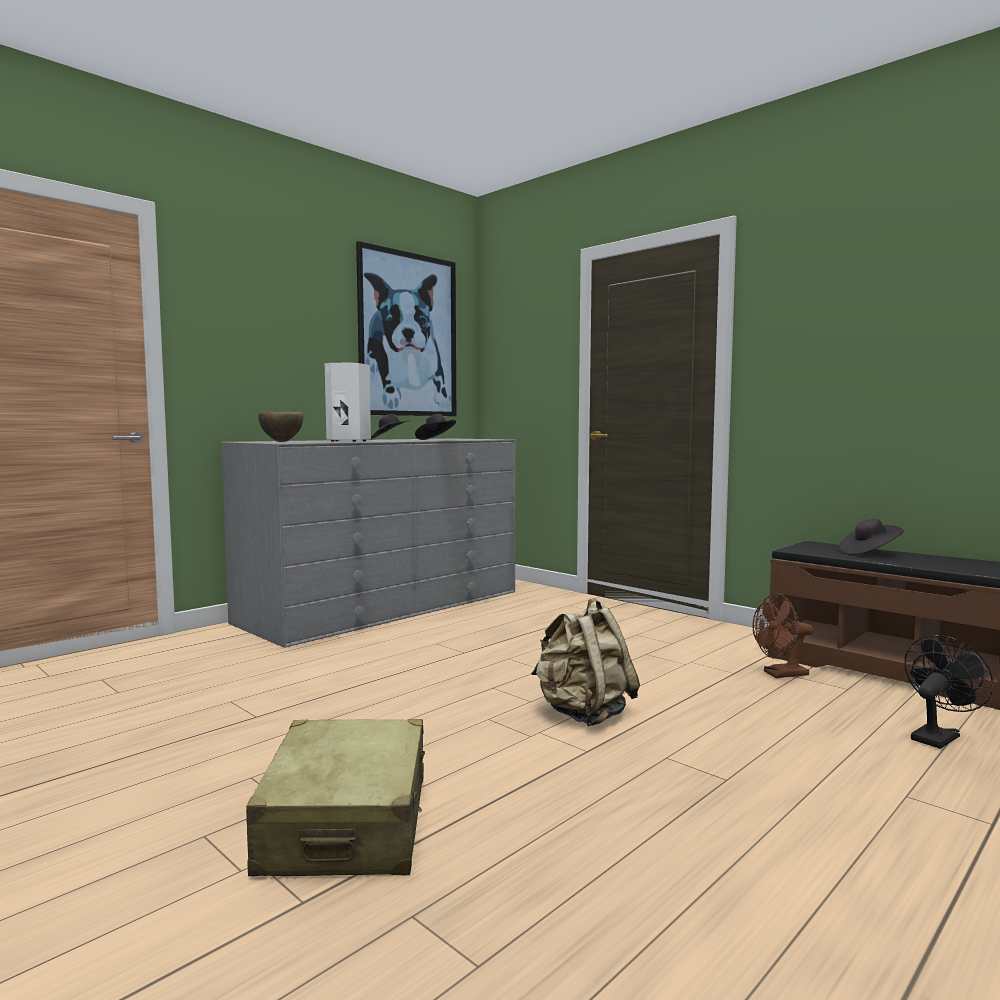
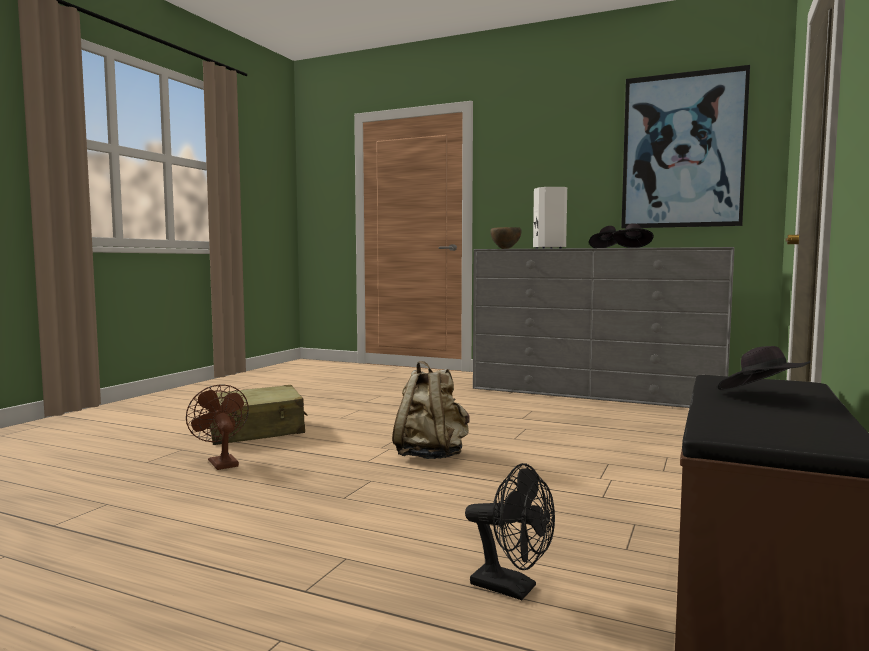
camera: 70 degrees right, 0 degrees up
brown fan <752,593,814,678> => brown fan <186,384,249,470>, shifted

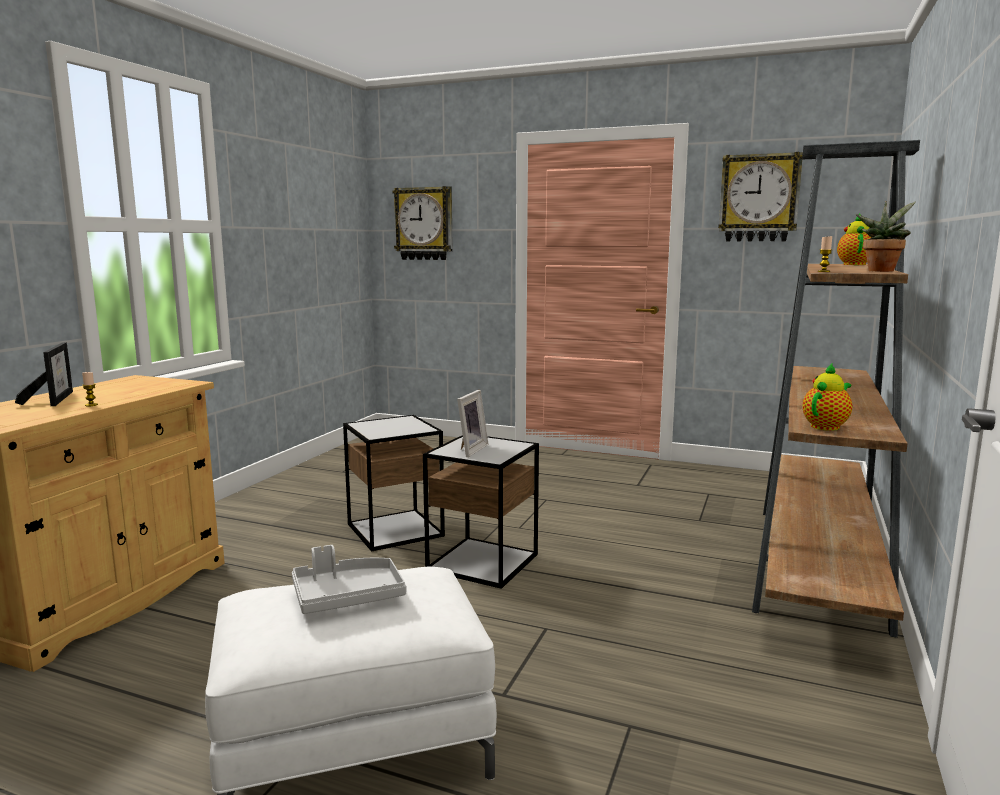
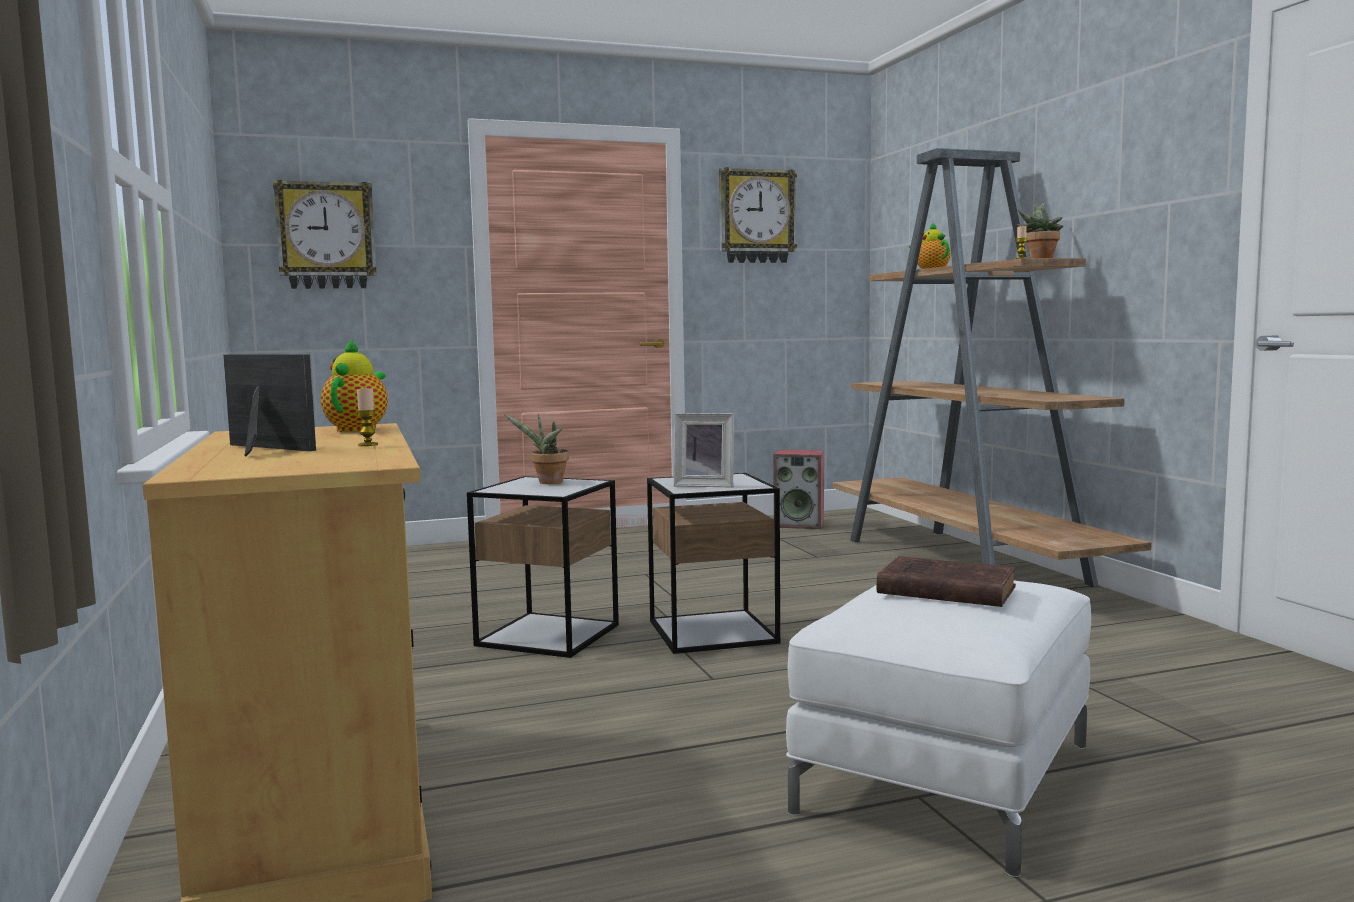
camera: 40 degrees left, 5 degrees down
teapot <803,363,852,431> => teapot <321,338,388,432>, shifted
nothing => potted plant <505,414,569,484>
picture frame <457,390,489,457> => picture frame <674,413,734,487>, 120 degrees clockwise
nothing => speaker <773,450,824,529>
grey tray <292,545,406,614> => brown book <877,556,1016,607>

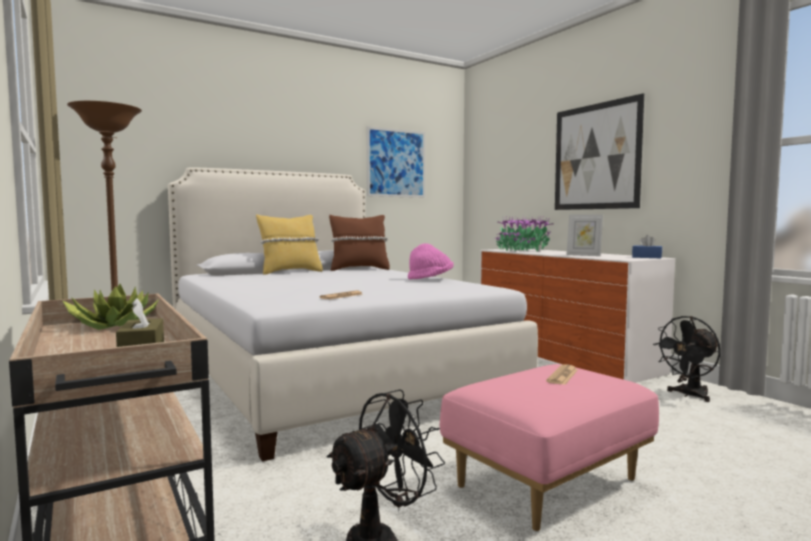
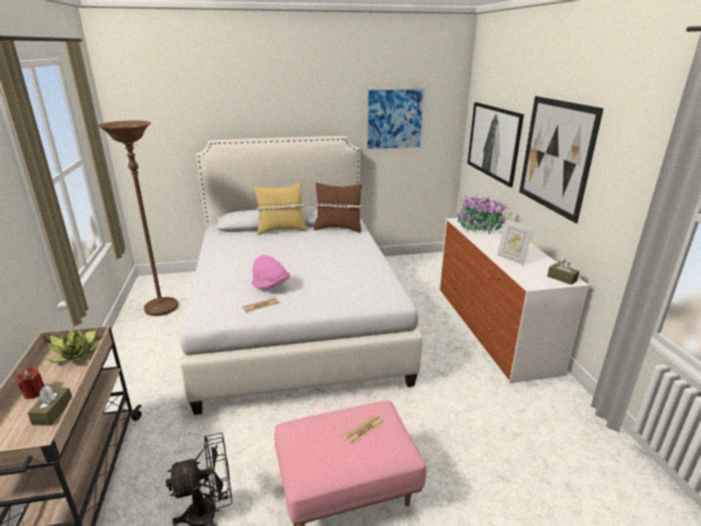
camera: 20 degrees right, 20 degrees up
nothing => red candle <16,366,45,399>
pink hat <408,243,454,280> => pink hat <252,255,290,289>, shifted
nothing => picture <467,102,524,187>
blue tissue box <632,235,662,258> => brown tissue box <547,259,580,285>
black fan <653,316,720,402> => nothing

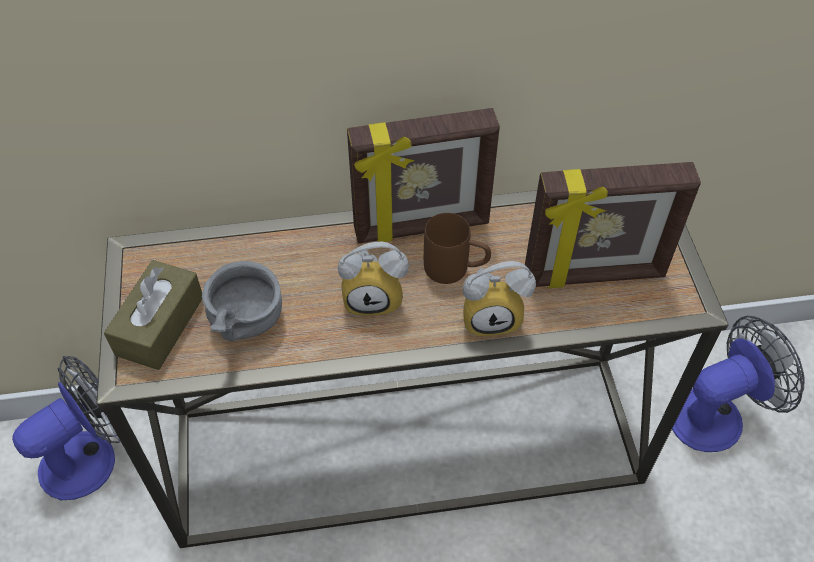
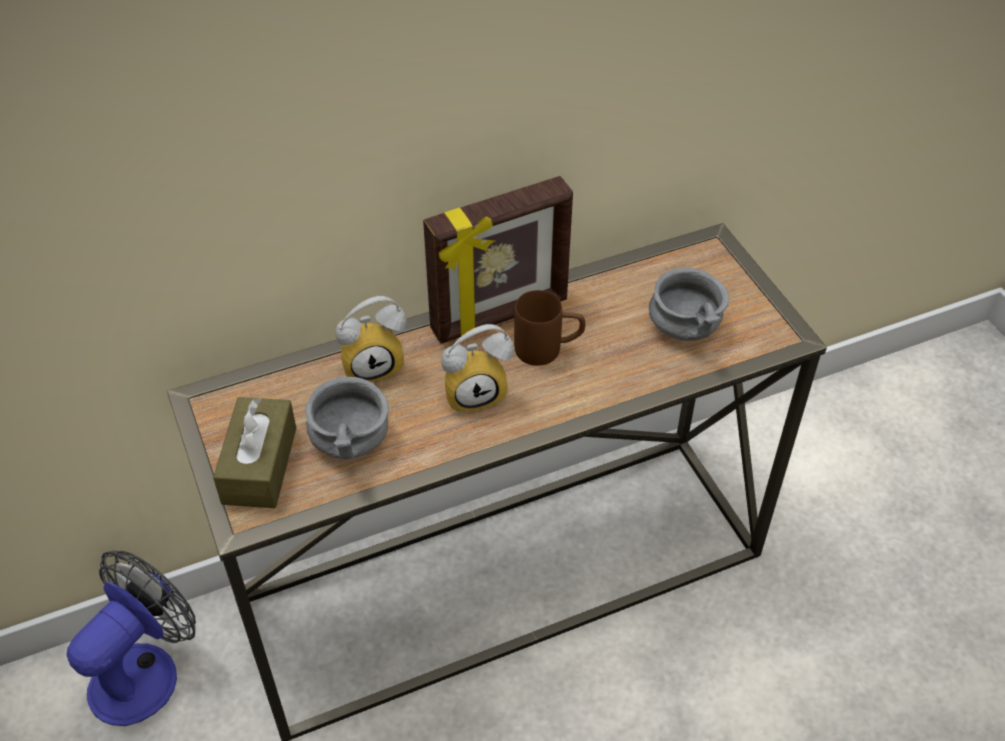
camera: 15 degrees left, 5 degrees down
alarm clock <463,261,536,336> => alarm clock <336,296,407,382>, shifted
picture frame <525,162,701,288> => grey bowl <649,267,729,341>
fan <672,316,805,452> => nothing

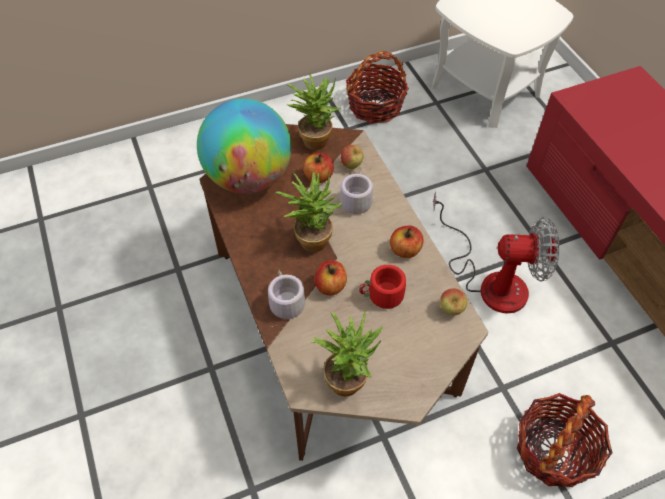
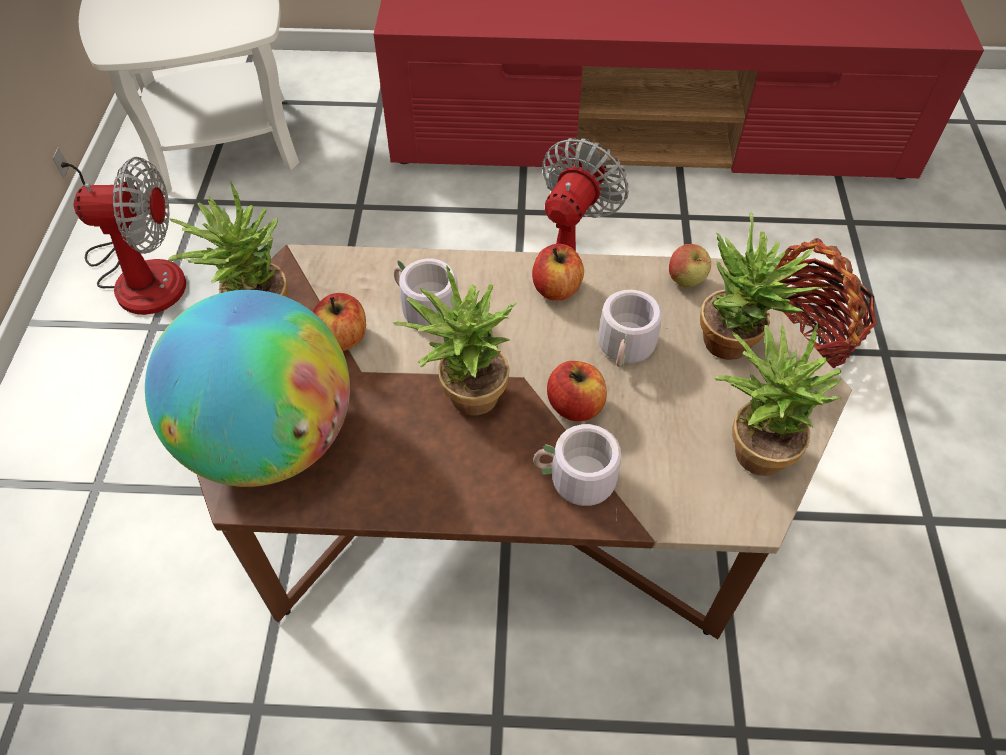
camera: 65 degrees left, 0 degrees up
basket <346,51,409,124> => fan <52,147,186,315>
red mug <359,265,409,310> => grey mug <598,290,669,368>
nothing => potted plant <700,212,828,360>
apple <341,145,364,169> => nothing

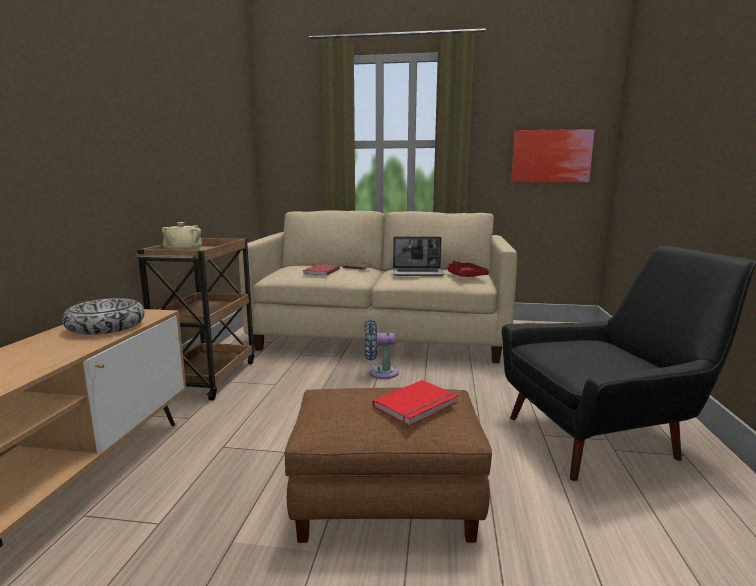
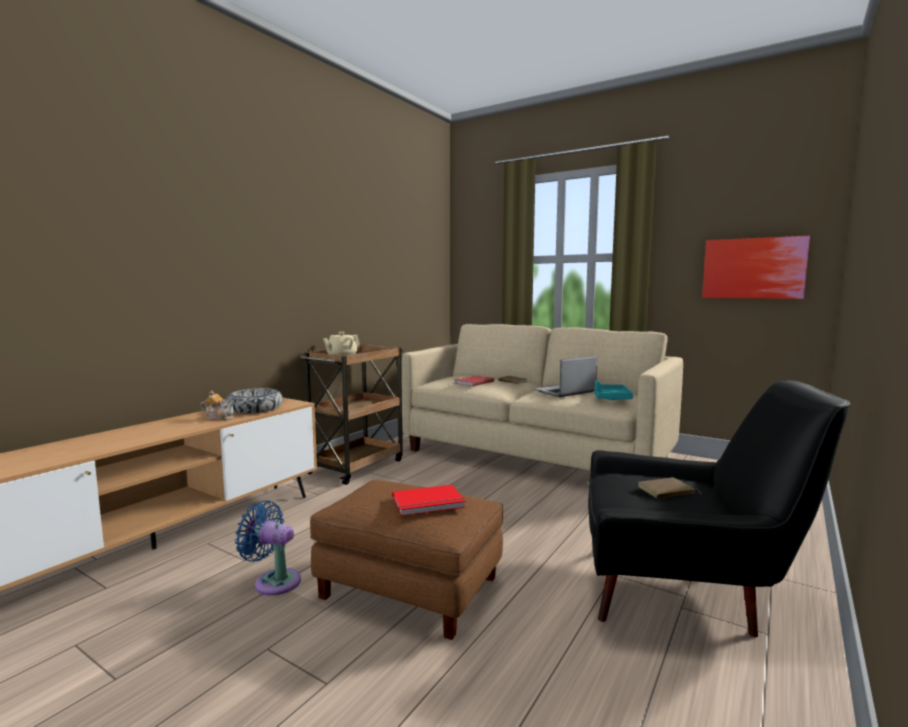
camera: 25 degrees right, 5 degrees down
nothing => teapot <201,390,234,420>
blue fan <364,320,399,379> => blue fan <235,500,301,596>, shifted
laptop <393,236,444,276> => laptop <535,356,597,397>, 120 degrees clockwise
red tray <448,260,489,277> => turquoise tray <594,381,633,400>
nothing => brown book <638,477,702,499>

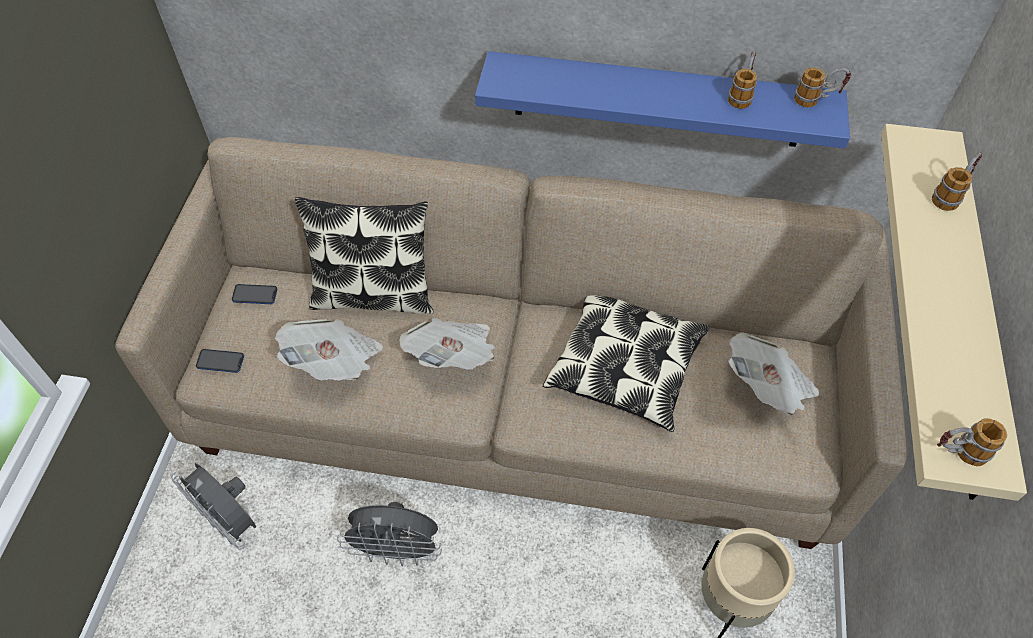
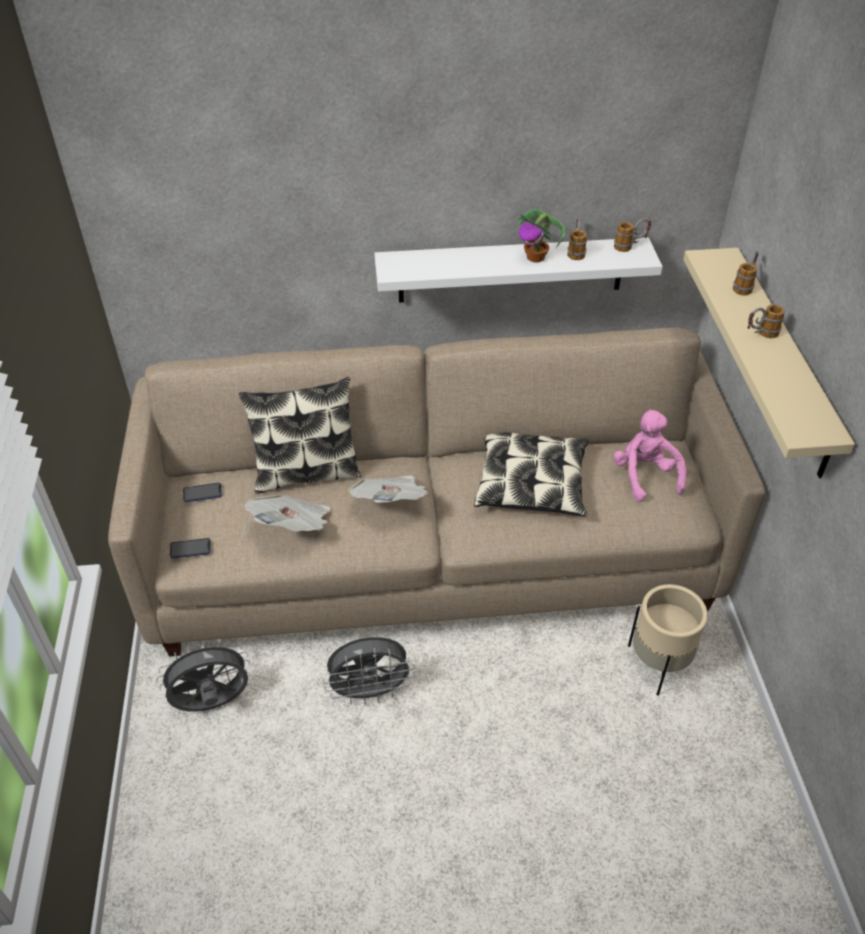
camera: 15 degrees left, 10 degrees down
grey fan <171,463,256,550> => grey fan <157,640,250,712>, 135 degrees clockwise
blue shelf <475,51,850,148> => white shelf <375,237,663,303>
nothing => potted plant <515,209,565,262>
newspaper <728,332,819,415> => pink plush toy <613,409,686,502>
mug <937,418,1007,466> => mug <747,304,785,338>, shifted

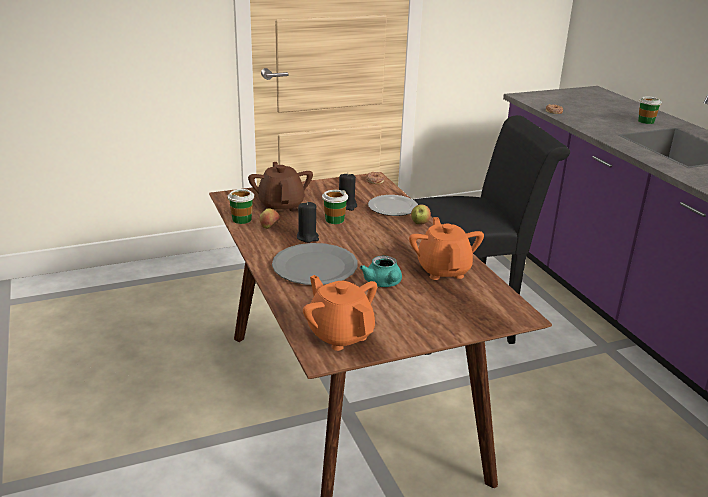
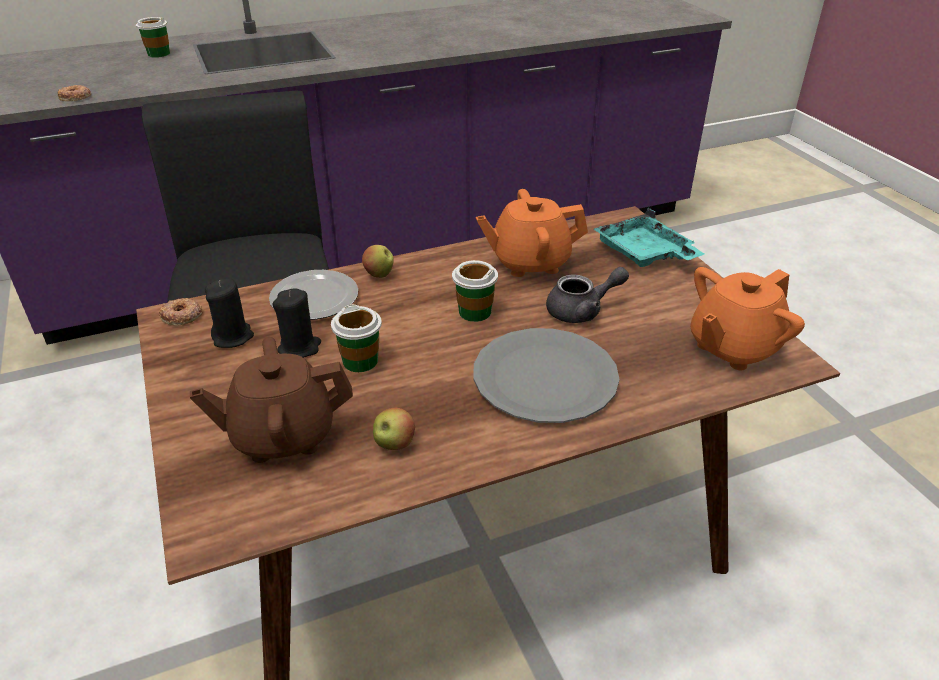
camera: 90 degrees left, 10 degrees up
black candle <297,201,319,243> => black candle <205,278,254,348>, shifted
cup <228,189,254,224> => cup <452,260,498,322>, shifted
turquoise teapot <360,256,402,287> => grey teapot <546,267,629,323>
nothing => turquoise tray <594,208,704,267>

